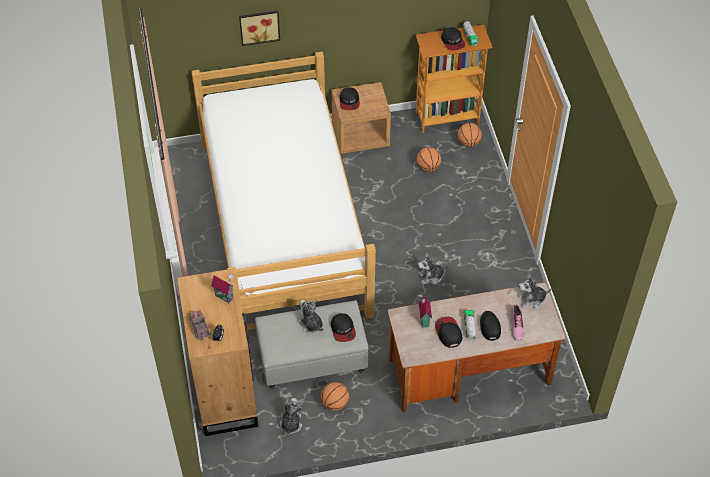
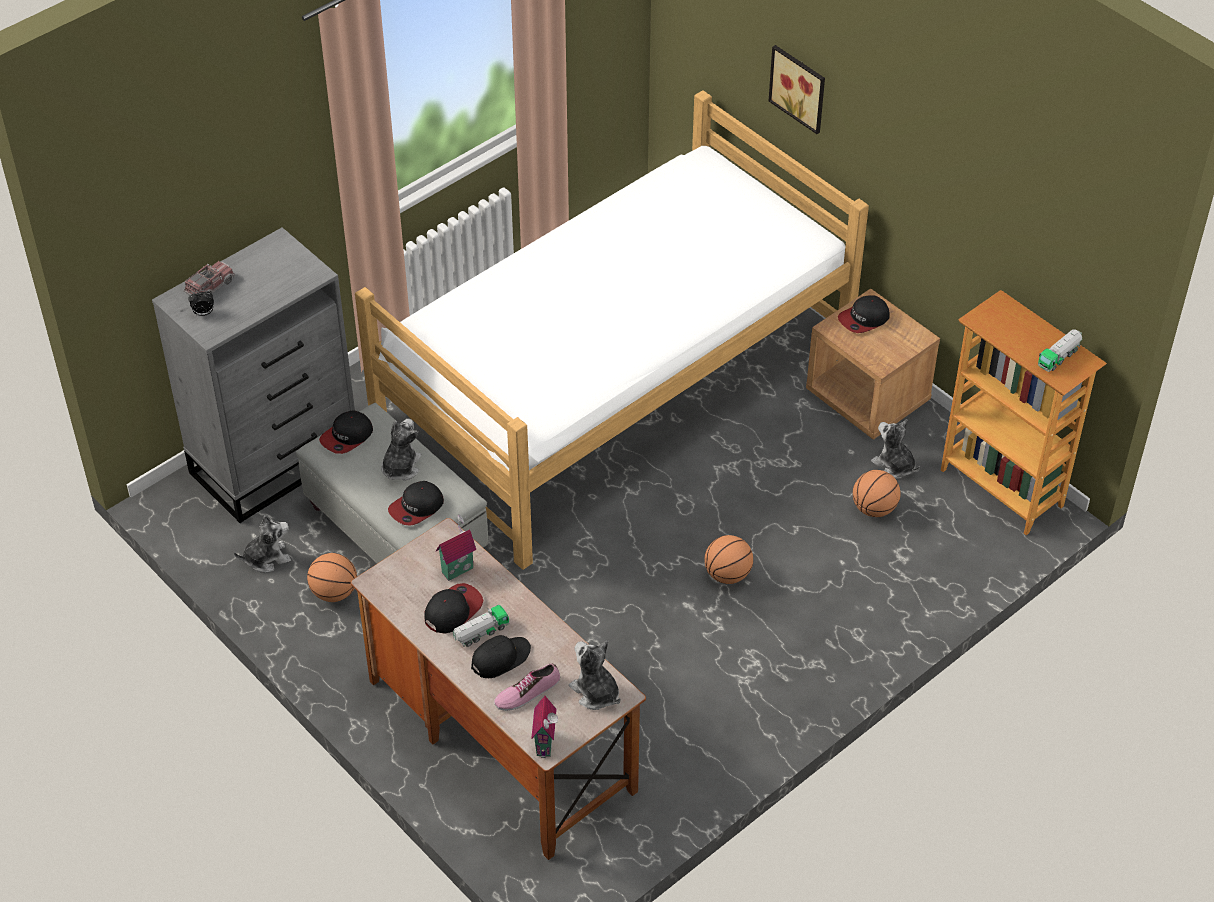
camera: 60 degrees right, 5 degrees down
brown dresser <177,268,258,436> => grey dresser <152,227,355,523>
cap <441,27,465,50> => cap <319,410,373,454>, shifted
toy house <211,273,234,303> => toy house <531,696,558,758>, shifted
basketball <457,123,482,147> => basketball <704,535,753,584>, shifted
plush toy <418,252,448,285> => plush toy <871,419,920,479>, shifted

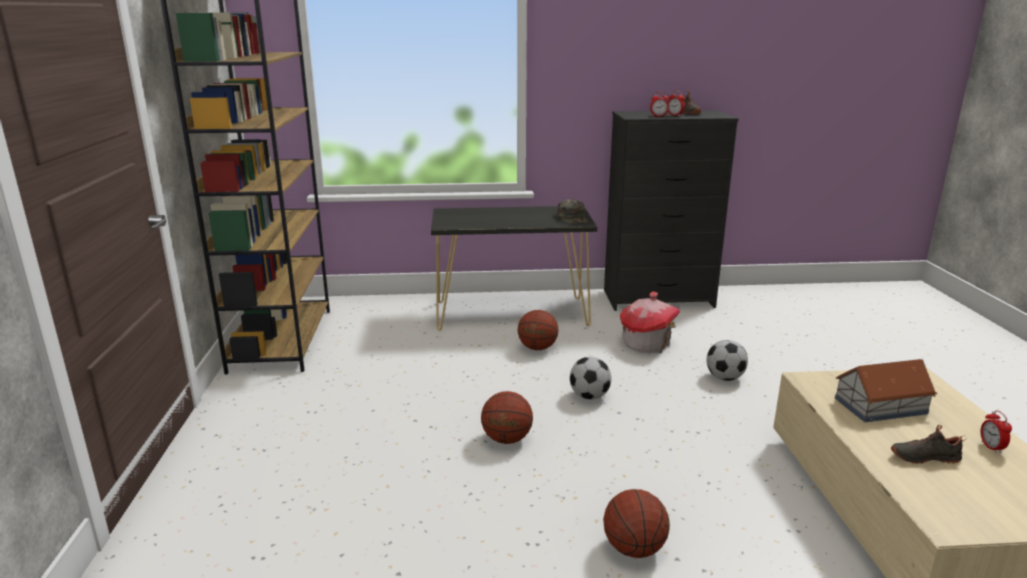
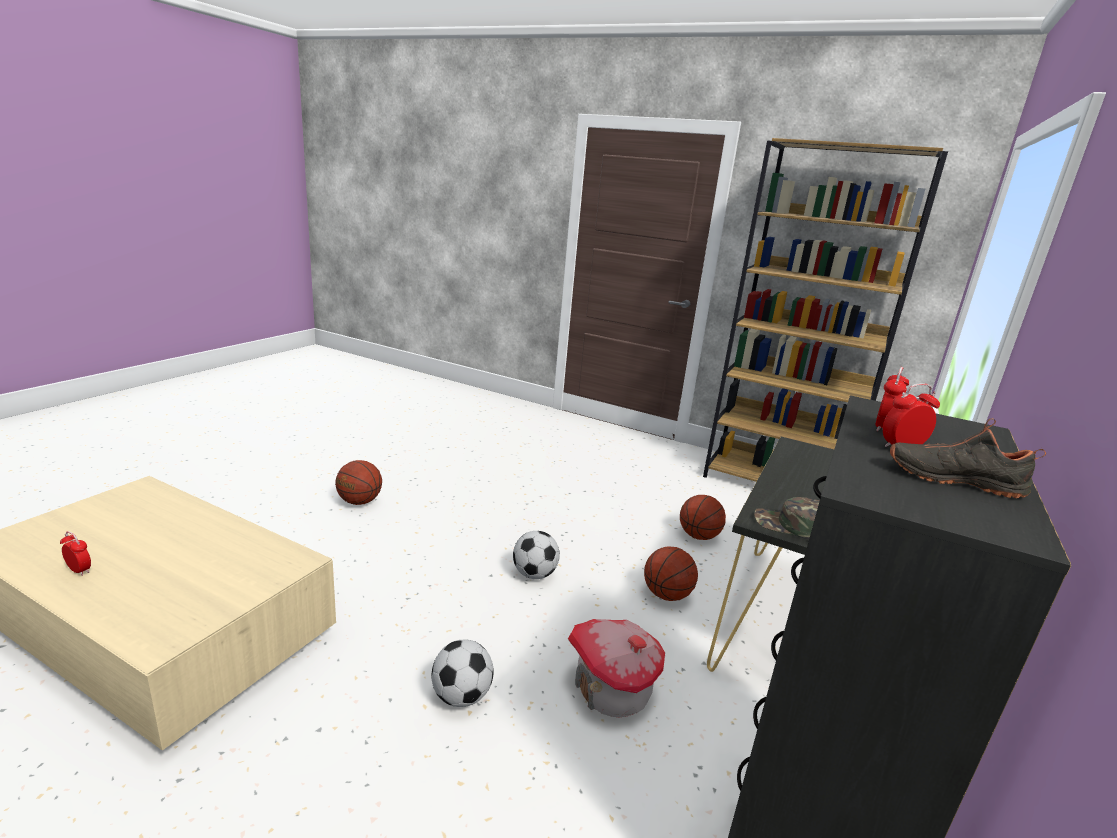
camera: 120 degrees right, 0 degrees up
basketball <481,391,533,444> => basketball <680,495,726,540>, shifted
toy house <835,359,937,422> => nothing
black shoe <891,425,967,464> => nothing

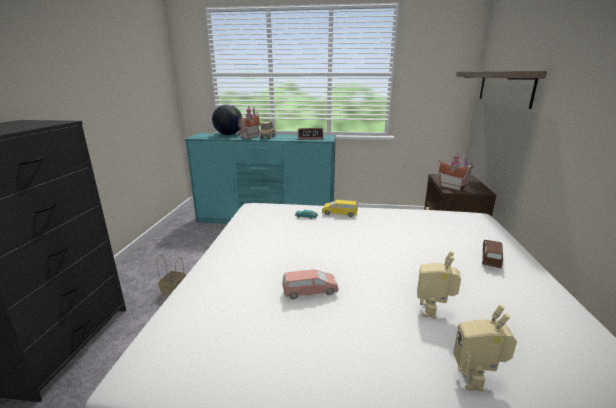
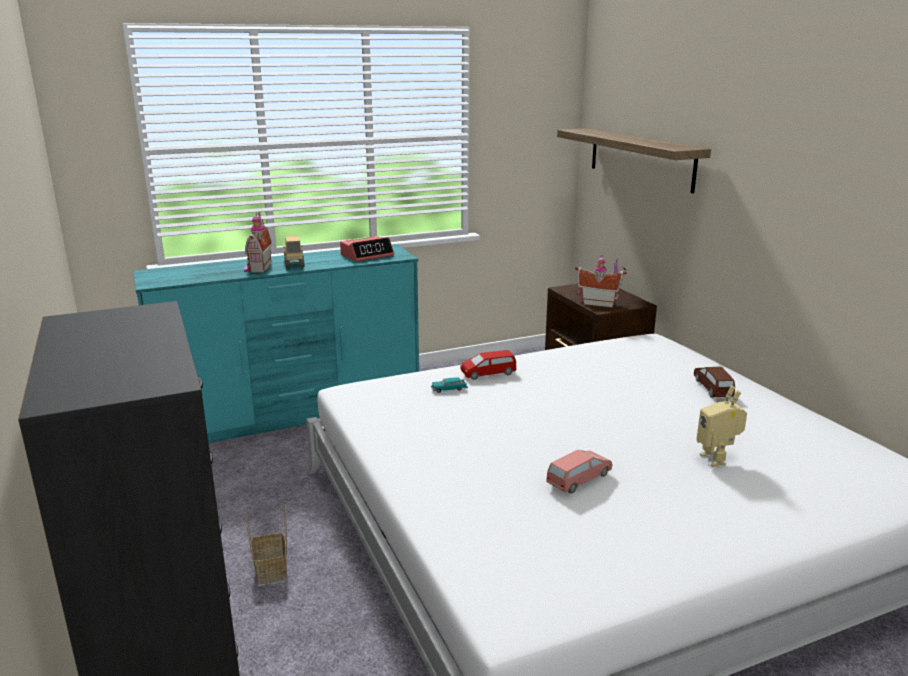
camera: 30 degrees left, 0 degrees up
yellow toy car <322,200,358,217> => red toy car <460,350,517,380>
globe <212,105,242,135> => nothing
toy robot <453,305,517,392> => nothing

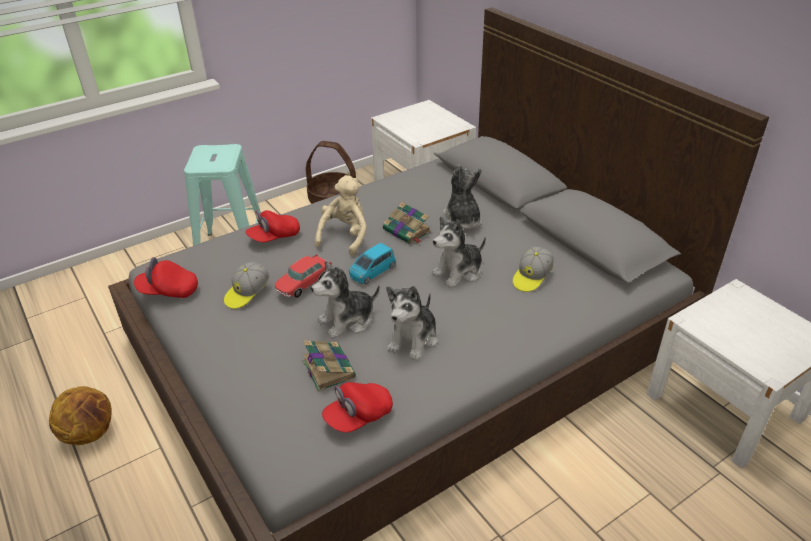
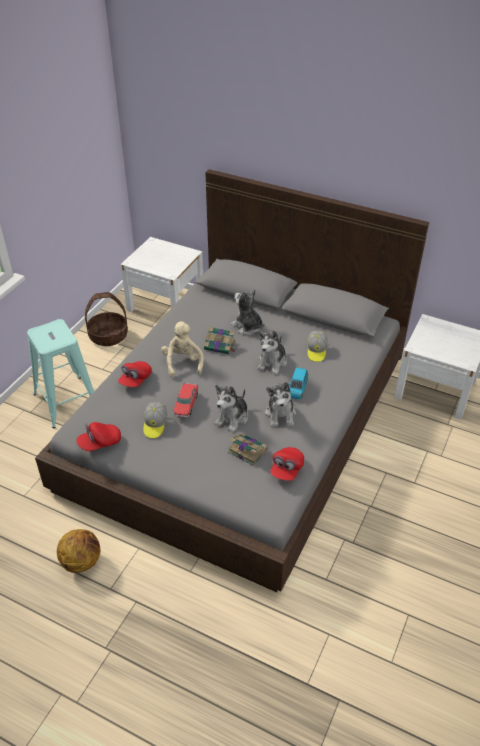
camera: 30 degrees left, 5 degrees up
blue toy car <349,243,395,284> => blue toy car <288,367,308,399>, shifted

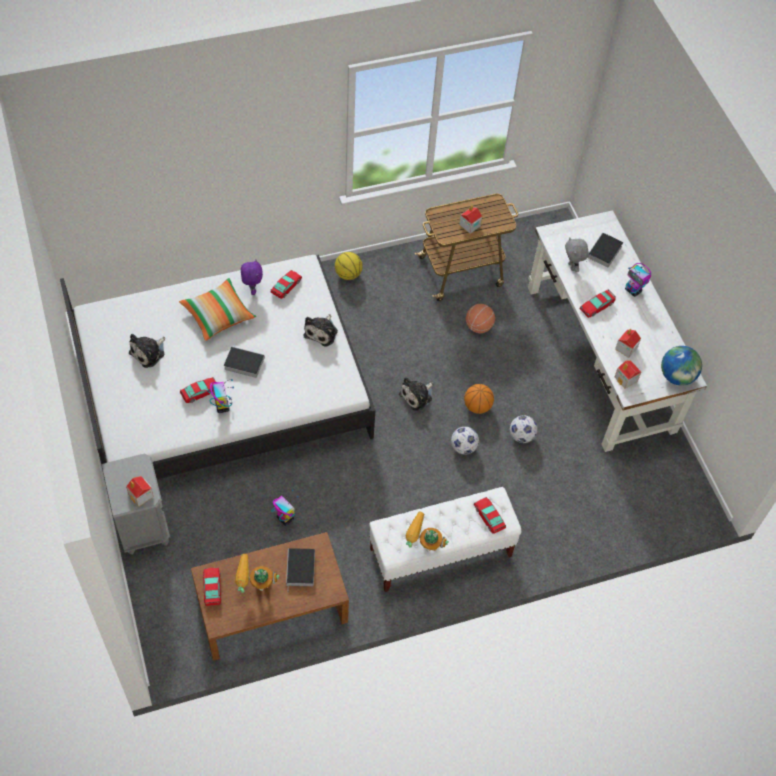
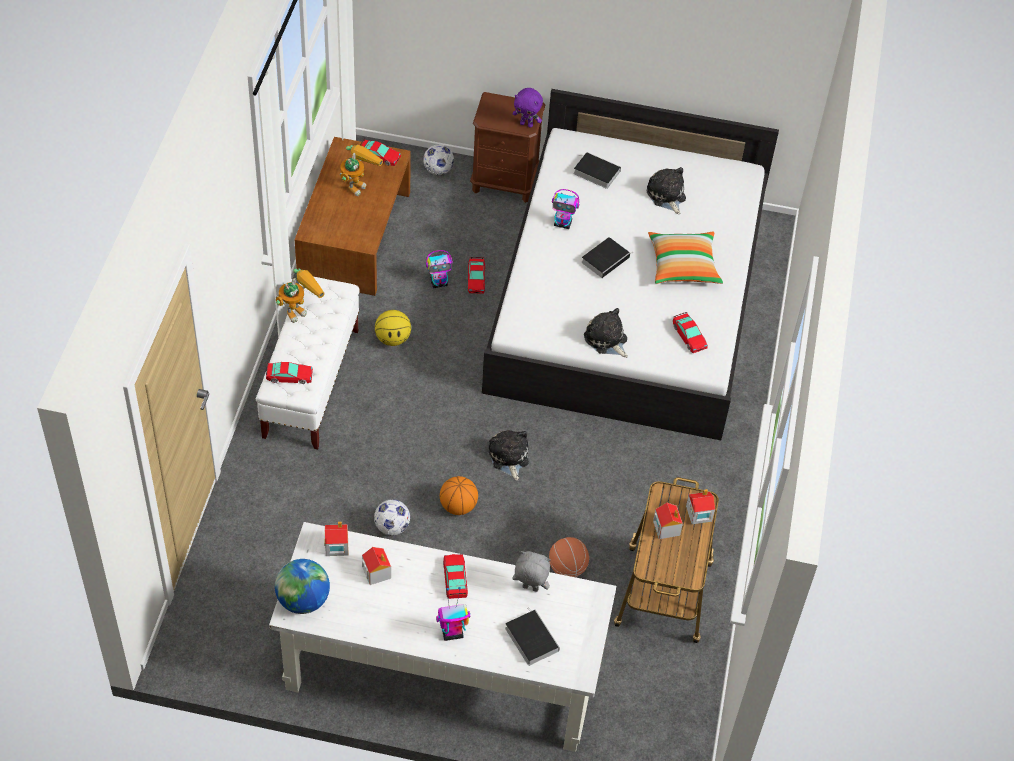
camera: 120 degrees right, 5 degrees down
basketball <335,252,363,280> => basketball <375,310,411,346>, shifted
football <451,427,479,454> => football <423,144,454,175>, shifted
toy car <180,377,216,403> => toy car <467,257,485,294>, shifted
grey nightstand <102,454,170,555> => brown nightstand <470,92,546,203>
purple plush toy <241,259,263,295> => purple plush toy <512,88,543,128>, shifted
book <286,548,315,591> => book <573,152,621,189>, shifted
toy house <126,476,154,507> => toy house <686,489,715,524>, shifted

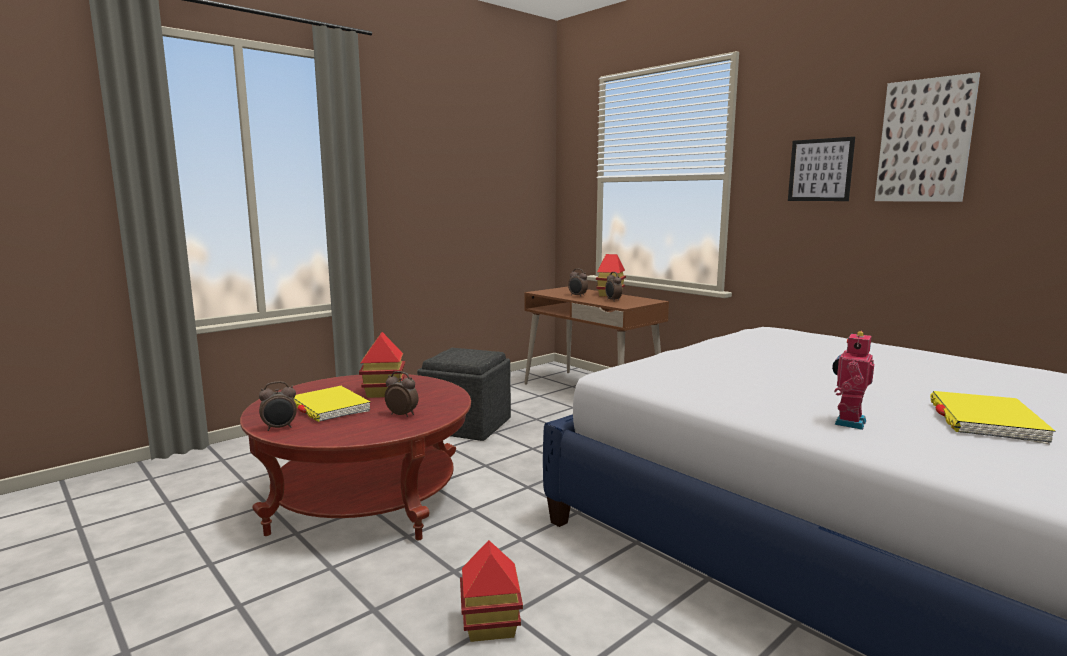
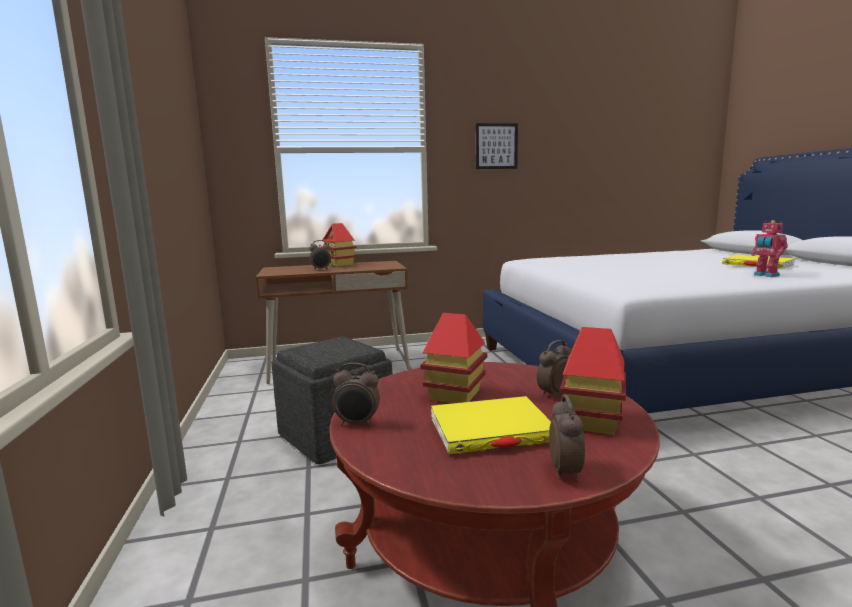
camera: 60 degrees left, 0 degrees up
alarm clock <605,272,622,302> => alarm clock <332,363,380,427>, shifted
toy house <460,540,523,642> => toy house <560,327,626,435>, shifted
picture <875,72,980,202> => nothing

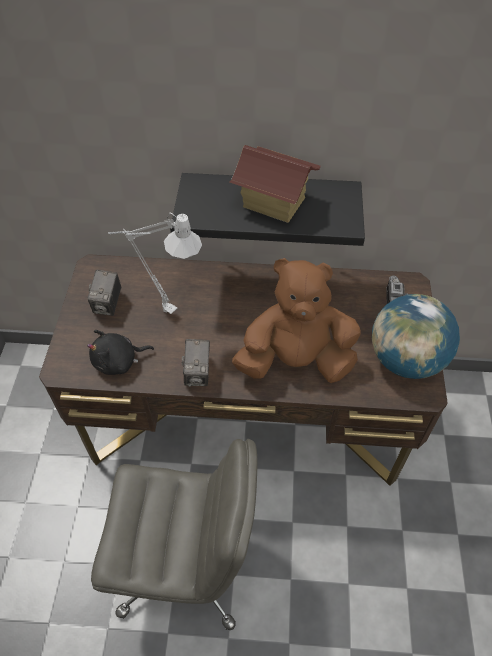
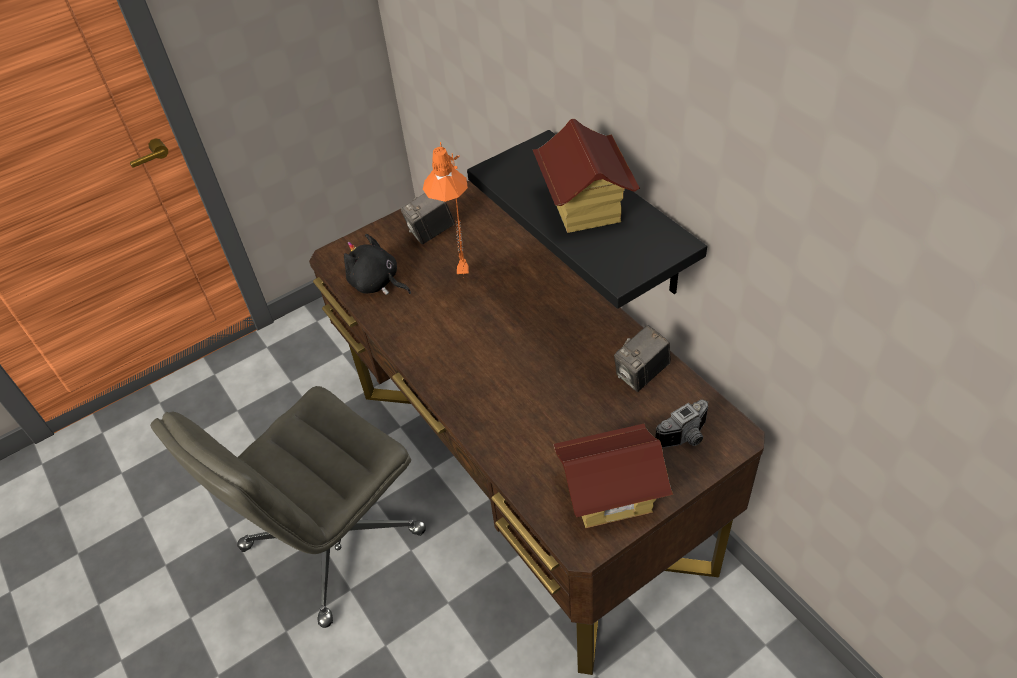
camera: 55 degrees right, 5 degrees down
grey office chair <91,439,257,630> => grey office chair <150,386,426,628>, 75 degrees clockwise
grey table lamp <108,212,202,315> => orange table lamp <423,142,469,275>
globe <372,294,460,379> => toy house <553,424,673,528>
photo camera <181,339,210,387> => photo camera <614,325,671,392>, shifted
brown plush toy <232,258,361,383> => nothing

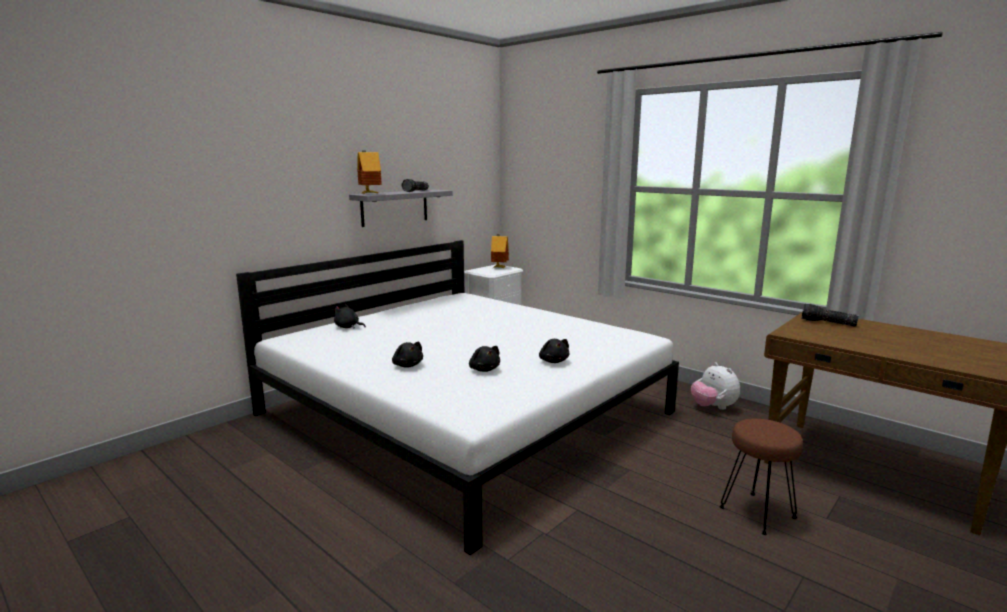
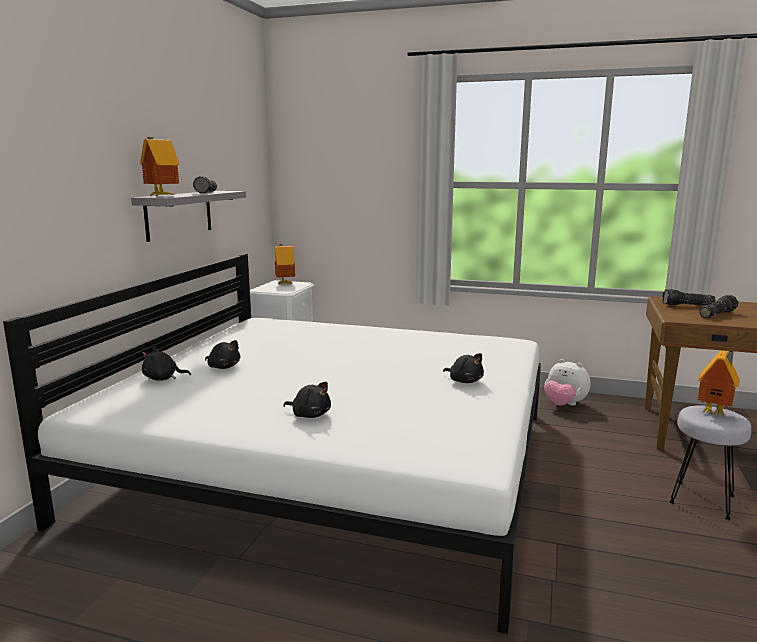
camera: 25 degrees left, 0 degrees up
black plush toy <469,346,500,372> => black plush toy <205,340,240,369>, shifted
brown stool <719,419,803,535> => grey stool <669,405,752,520>
nothing => toy house <698,350,740,416>
nothing => flashlight <699,295,738,318>

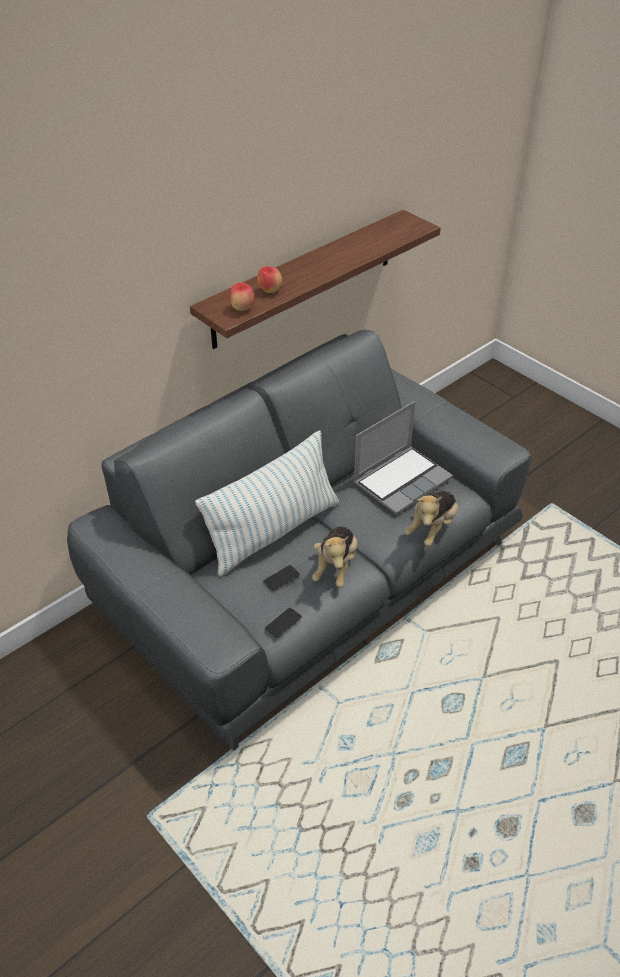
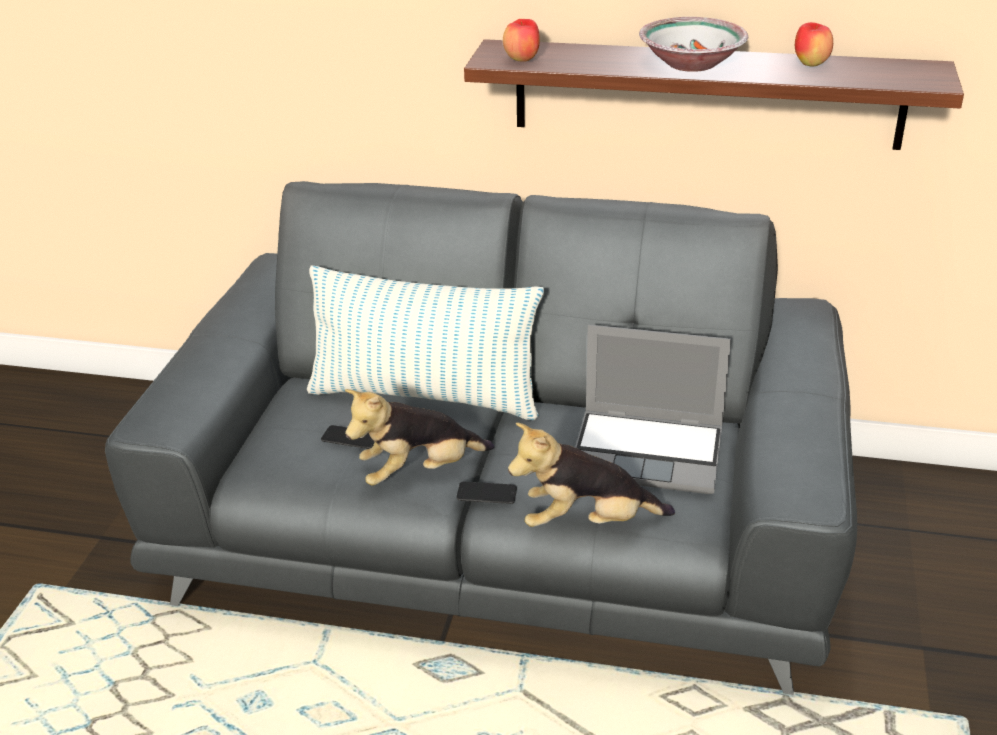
camera: 55 degrees right, 10 degrees down
phone <265,608,302,638> => phone <456,482,517,504>, shifted
nothing => bowl <639,17,748,72>
apple <257,266,282,293> => apple <795,22,833,67>, shifted

